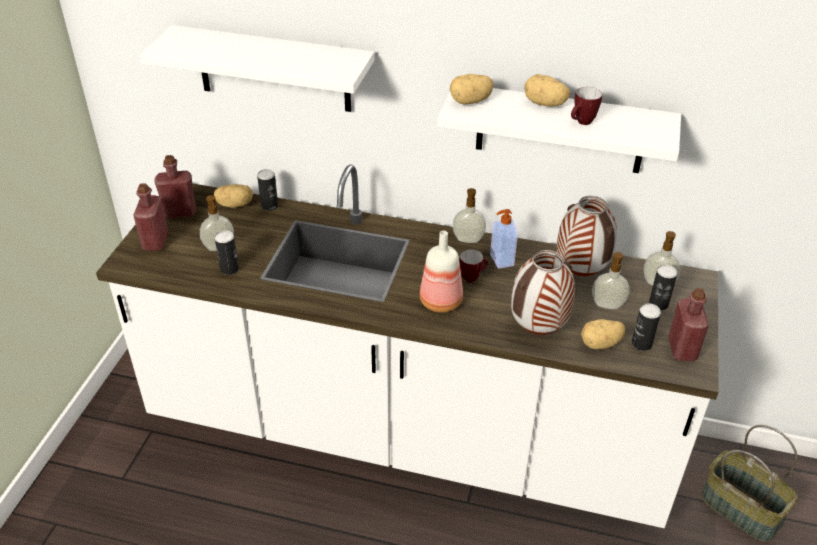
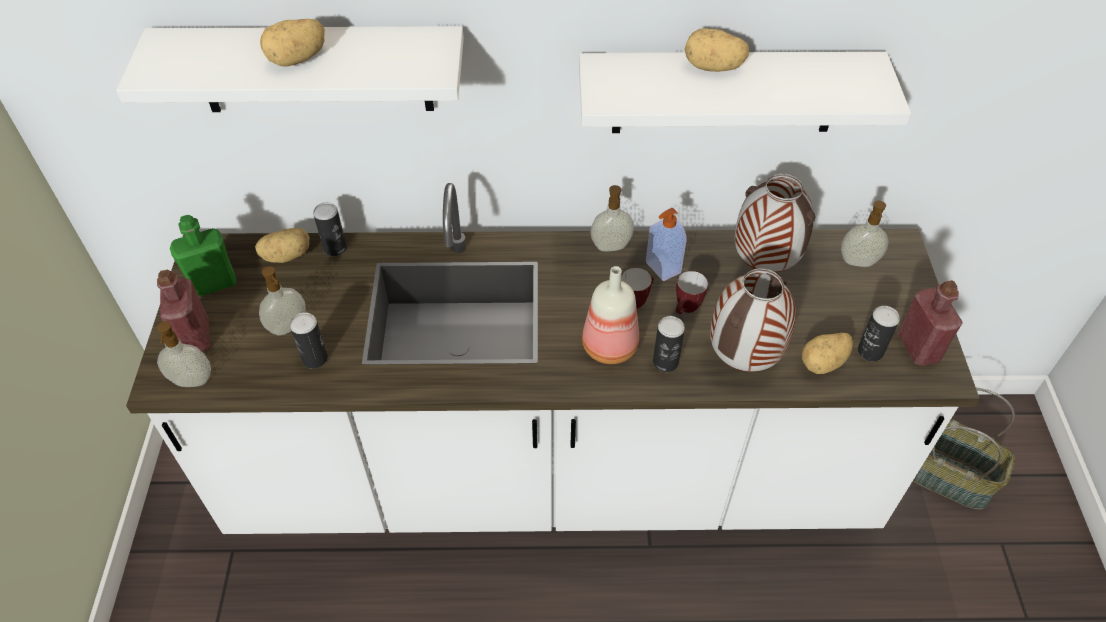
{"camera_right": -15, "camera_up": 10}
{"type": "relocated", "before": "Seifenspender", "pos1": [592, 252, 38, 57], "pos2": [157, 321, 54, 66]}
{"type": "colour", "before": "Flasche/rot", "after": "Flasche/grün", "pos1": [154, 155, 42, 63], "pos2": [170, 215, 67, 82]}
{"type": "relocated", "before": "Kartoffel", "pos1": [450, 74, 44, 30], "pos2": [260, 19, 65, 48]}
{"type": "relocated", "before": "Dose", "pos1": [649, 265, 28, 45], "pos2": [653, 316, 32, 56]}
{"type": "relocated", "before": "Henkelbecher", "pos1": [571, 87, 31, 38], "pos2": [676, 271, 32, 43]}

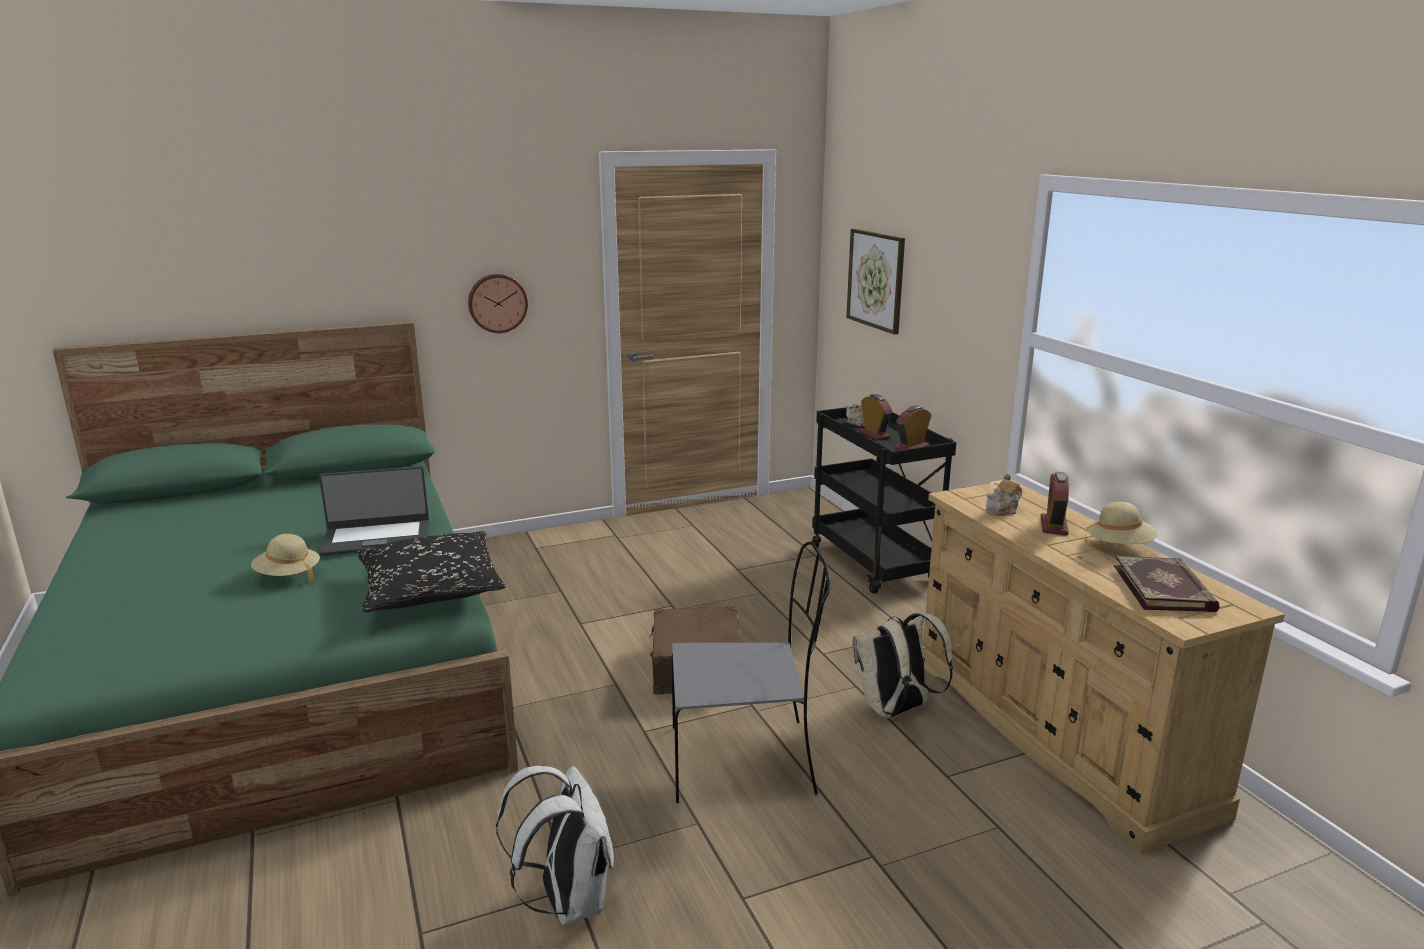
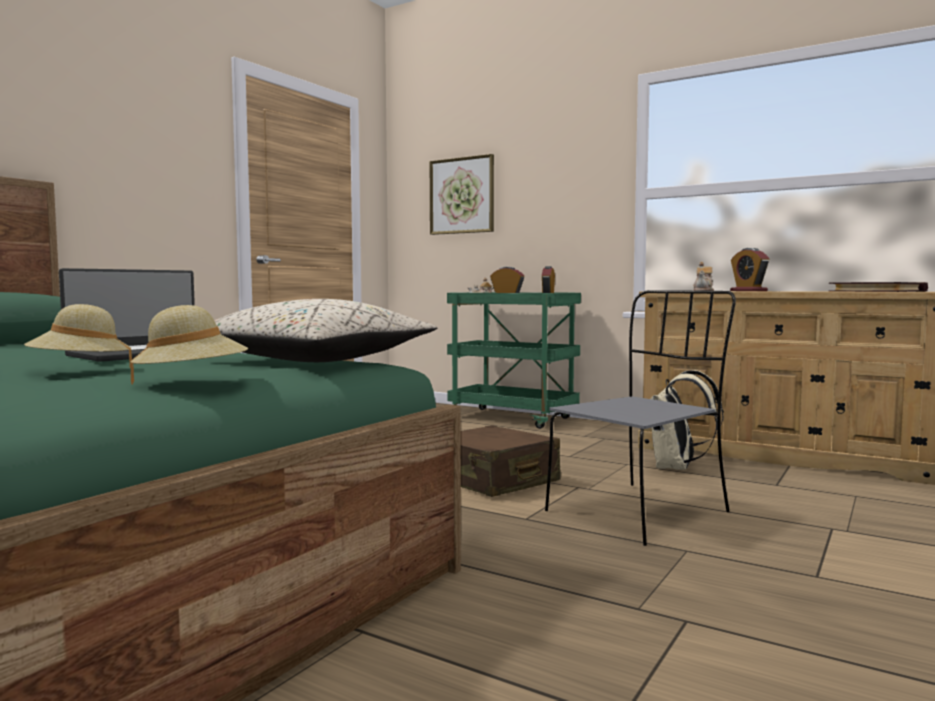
{"camera_right": -35, "camera_up": -15}
{"type": "relocated", "before": "Hut/beige", "pos1": [1085, 502, 73, 42], "pos2": [131, 305, 117, 80]}
{"type": "colour", "before": "Kissen/schwarz", "after": "Kissen/beige", "pos1": [356, 531, 150, 81], "pos2": [214, 299, 223, 63]}
{"type": "colour", "before": "Rollwagen/schwarz", "after": "Rollwagen/grün", "pos1": [812, 406, 144, 188], "pos2": [447, 292, 134, 137]}
{"type": "missing", "before": "Wanduhr", "pos1": [468, 274, 60, 59]}
{"type": "missing", "before": "Rucksack/weiß", "pos1": [496, 766, 118, 159]}

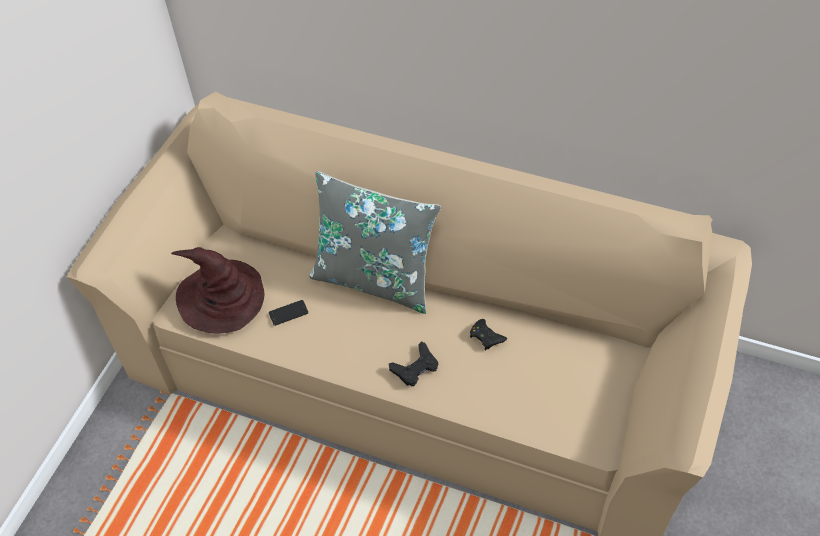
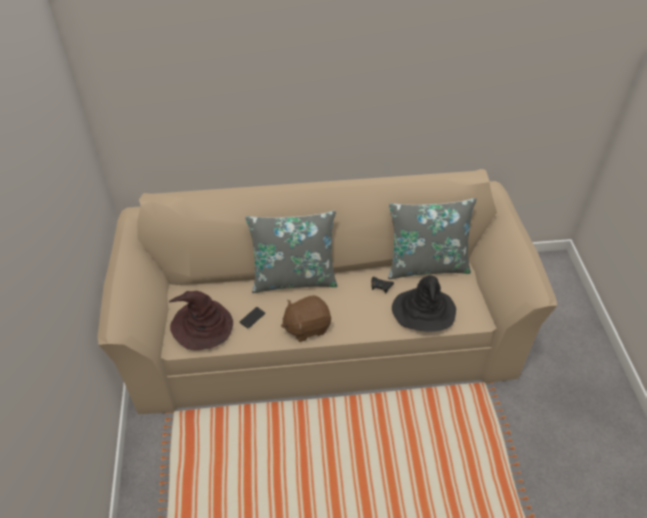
{"camera_right": -30, "camera_up": -5}
{"type": "appeared", "after": "Plüschtier/braun", "pos2": [281, 295, 50, 47]}
{"type": "appeared", "after": "Kissen/grau", "pos2": [388, 198, 89, 81]}
{"type": "appeared", "after": "Hut/schwarz", "pos2": [392, 275, 64, 57]}
{"type": "missing", "before": "Gamepad/schwarz", "pos1": [389, 341, 49, 46]}

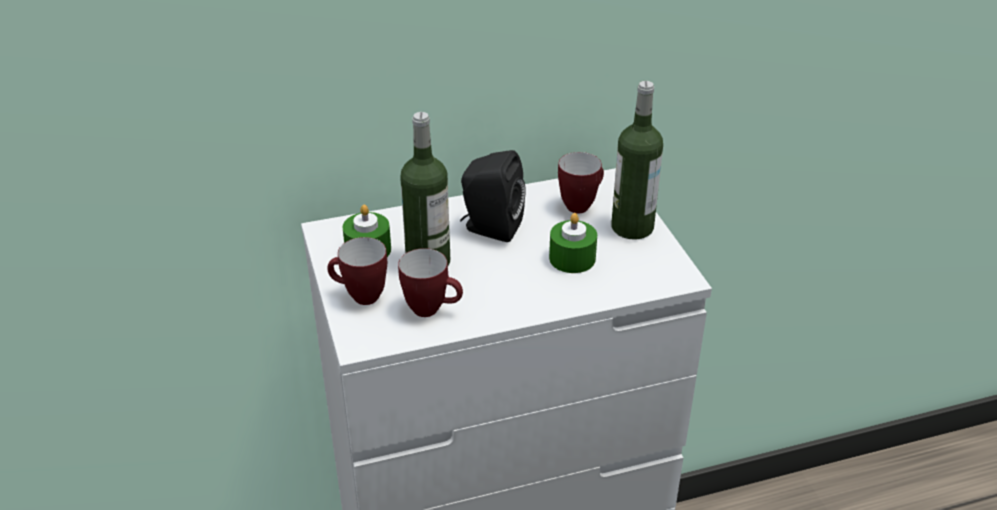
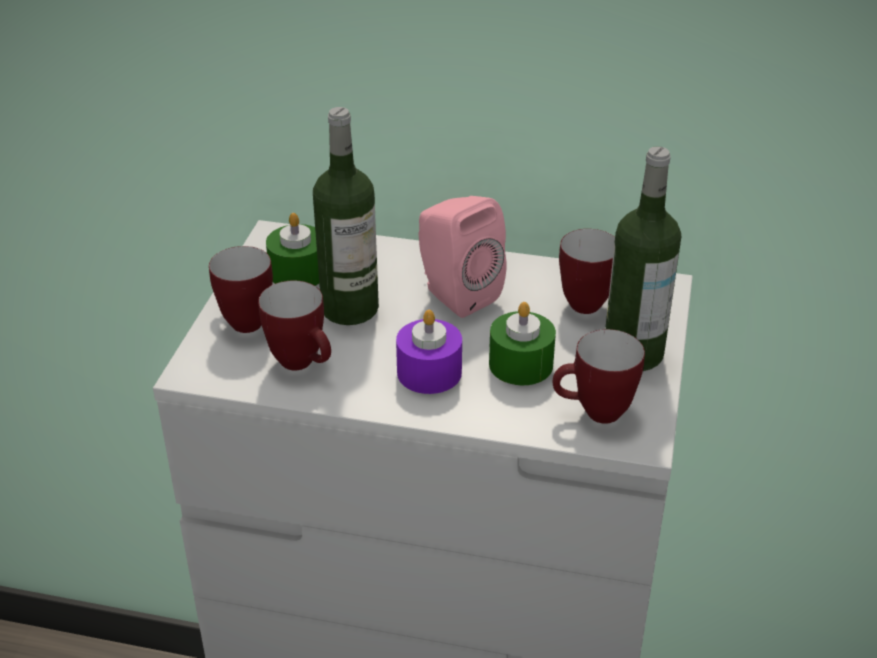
{"camera_right": 30, "camera_up": 0}
{"type": "appeared", "after": "Kerze/lila", "pos2": [396, 310, 66, 84]}
{"type": "colour", "before": "Lautsprecher/schwarz", "after": "Lautsprecher/rosa", "pos1": [460, 150, 66, 92], "pos2": [418, 196, 88, 122]}
{"type": "appeared", "after": "Henkelbecher", "pos2": [552, 329, 93, 95]}

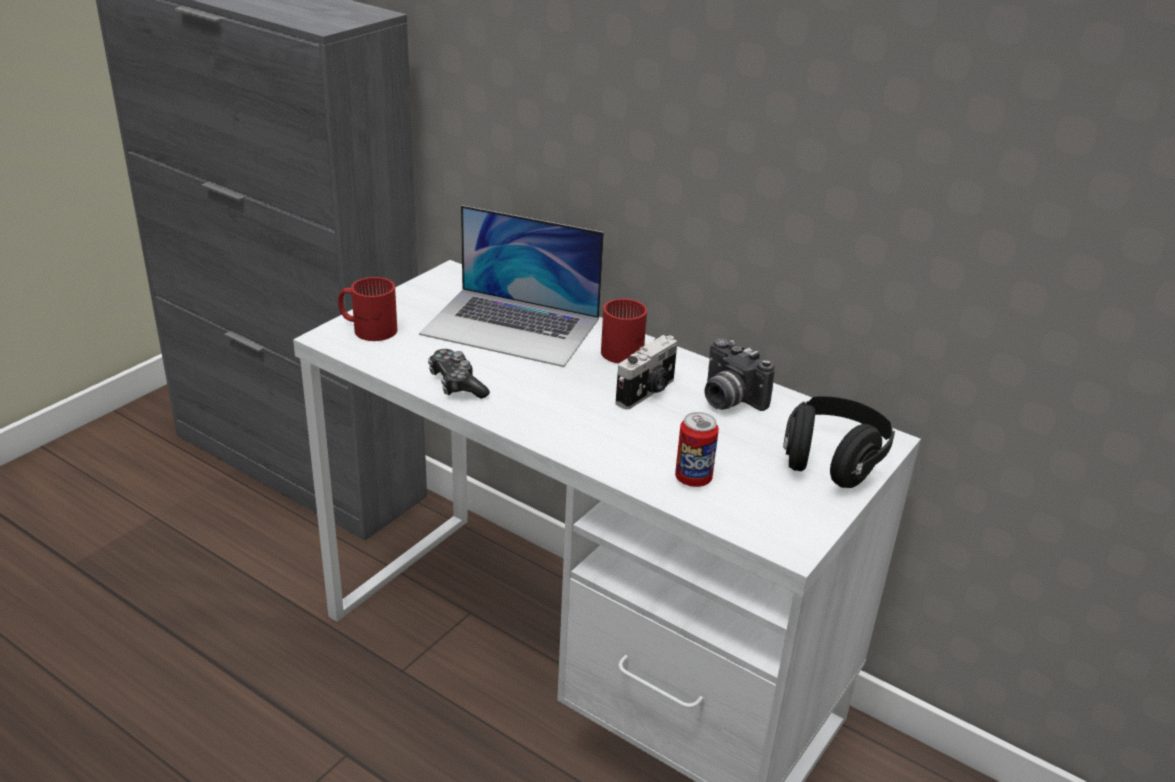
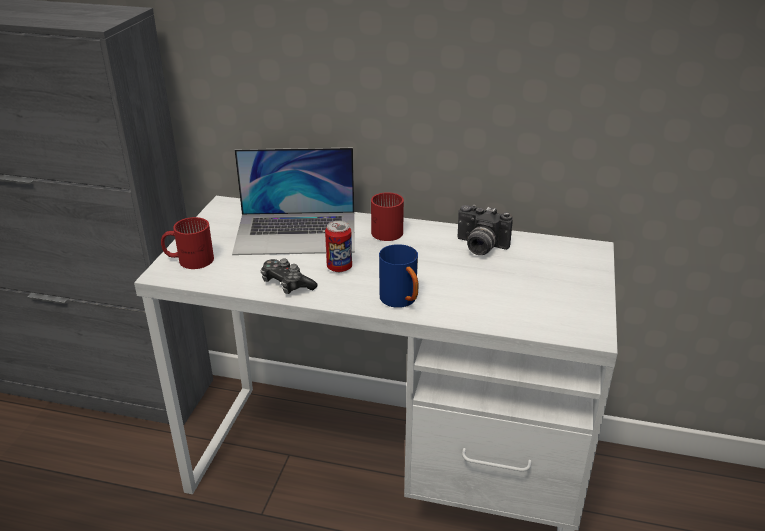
{"camera_right": -20, "camera_up": 0}
{"type": "relocated", "before": "Dose", "pos1": [675, 412, 44, 75], "pos2": [325, 221, 27, 51]}
{"type": "appeared", "after": "Henkelbecher/blau", "pos2": [379, 244, 39, 64]}
{"type": "missing", "before": "Kamera", "pos1": [615, 335, 63, 75]}
{"type": "missing", "before": "Kopfhörer/schwarz", "pos1": [783, 396, 112, 92]}

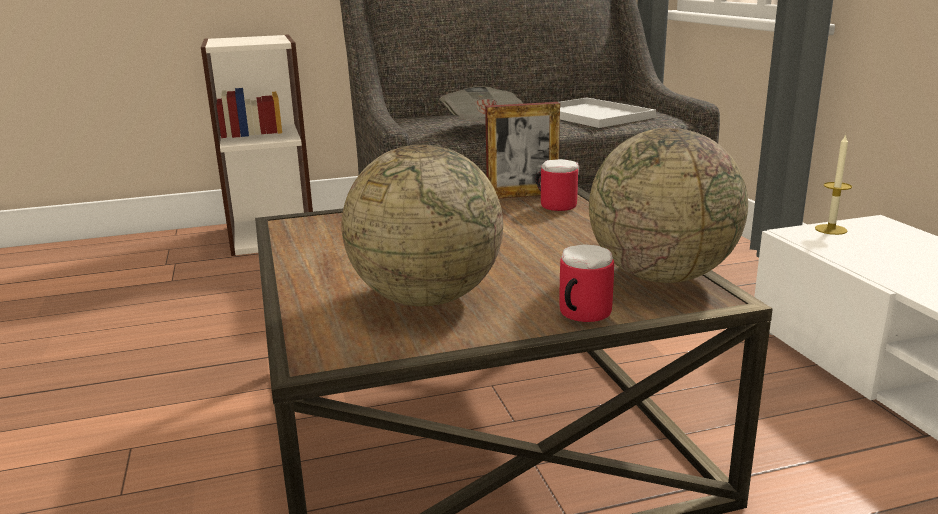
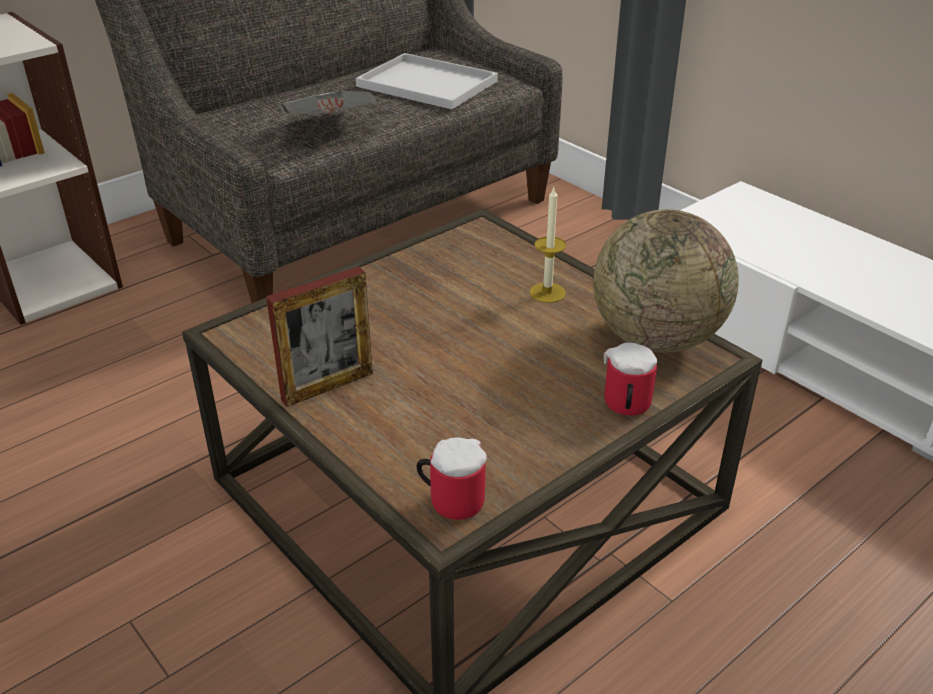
{"camera_right": -25, "camera_up": 15}
{"type": "relocated", "before": "Bilderrahmen", "pos1": [485, 102, 75, 97], "pos2": [266, 266, 107, 141]}
{"type": "relocated", "before": "Henkelbecher", "pos1": [536, 159, 44, 52], "pos2": [417, 437, 70, 83]}
{"type": "relocated", "before": "Kerze", "pos1": [815, 134, 37, 101], "pos2": [529, 186, 37, 117]}
{"type": "missing", "before": "Globus", "pos1": [342, 145, 161, 161]}

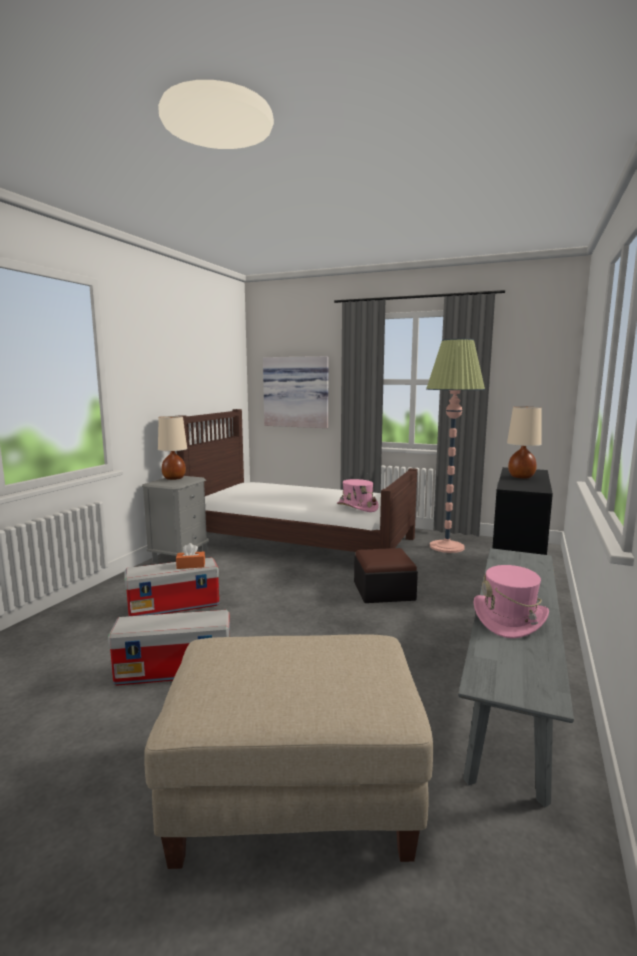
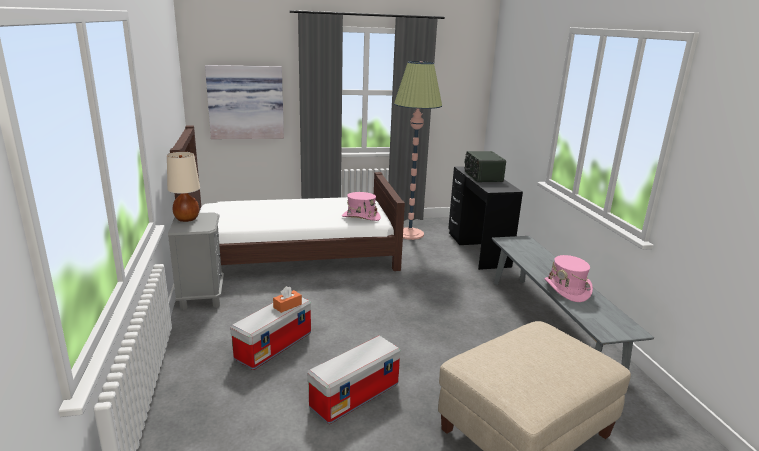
{"camera_right": -35, "camera_up": 10}
{"type": "exchanged", "before": "Tischlampe/beige", "after": "Radio", "pos1": [507, 407, 35, 72], "pos2": [464, 151, 42, 31]}
{"type": "missing", "before": "Polsterhocker", "pos1": [354, 548, 64, 55]}

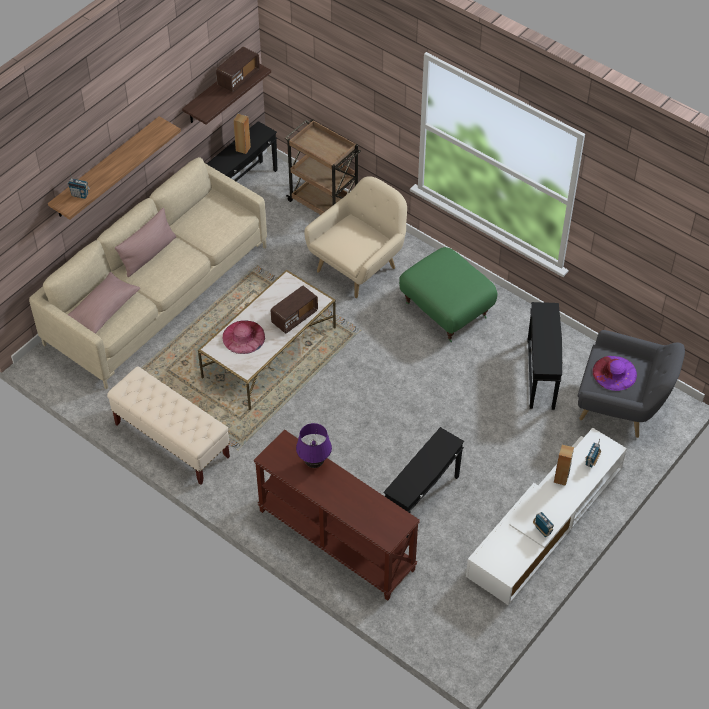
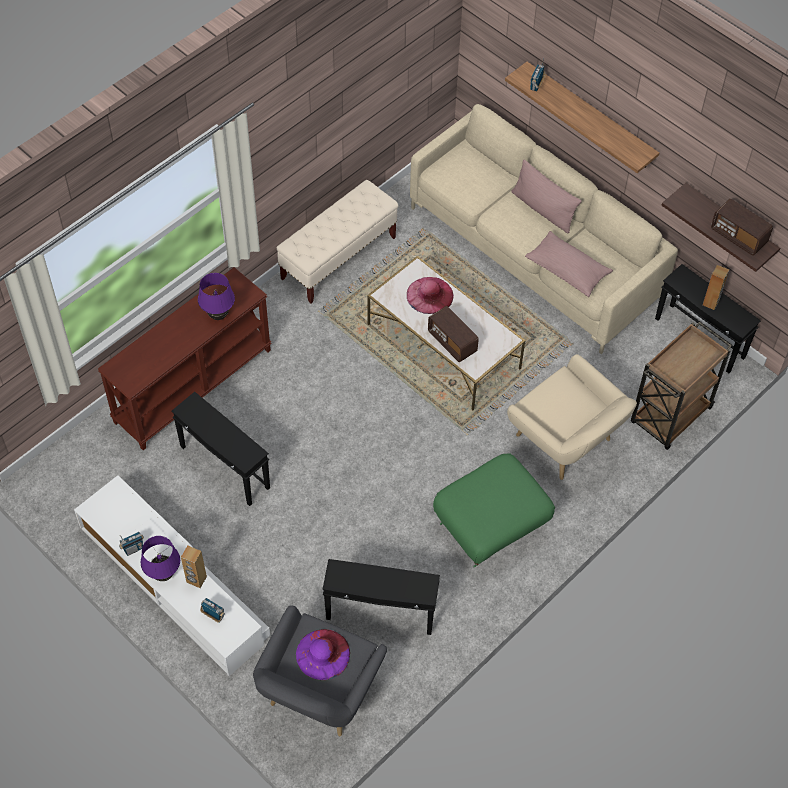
{"camera_right": 95, "camera_up": 5}
{"type": "appeared", "after": "Tischlampe/lila", "pos2": [141, 536, 39, 45]}
{"type": "relocated", "before": "Kissen/rosa", "pos1": [67, 272, 73, 62], "pos2": [525, 231, 88, 66]}

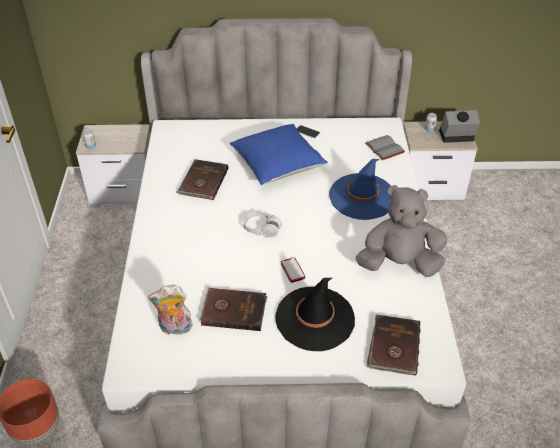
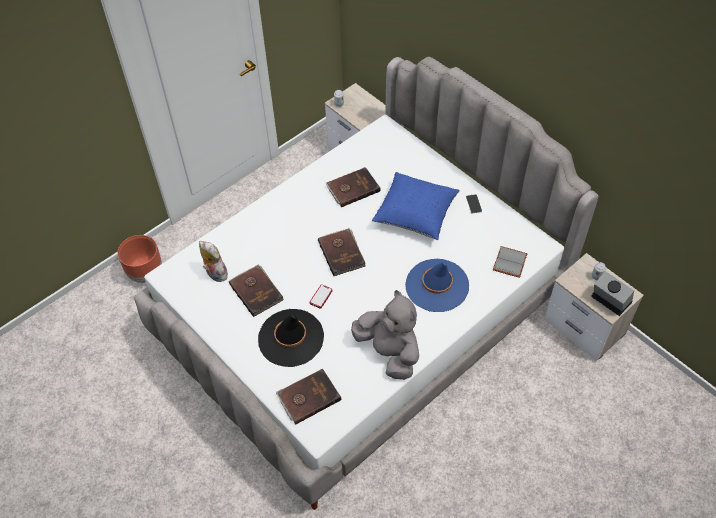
{"camera_right": 50, "camera_up": 10}
{"type": "exchanged", "before": "Kopfhörer/grau", "after": "Buch/braun", "pos1": [243, 211, 39, 26], "pos2": [318, 228, 48, 48]}

